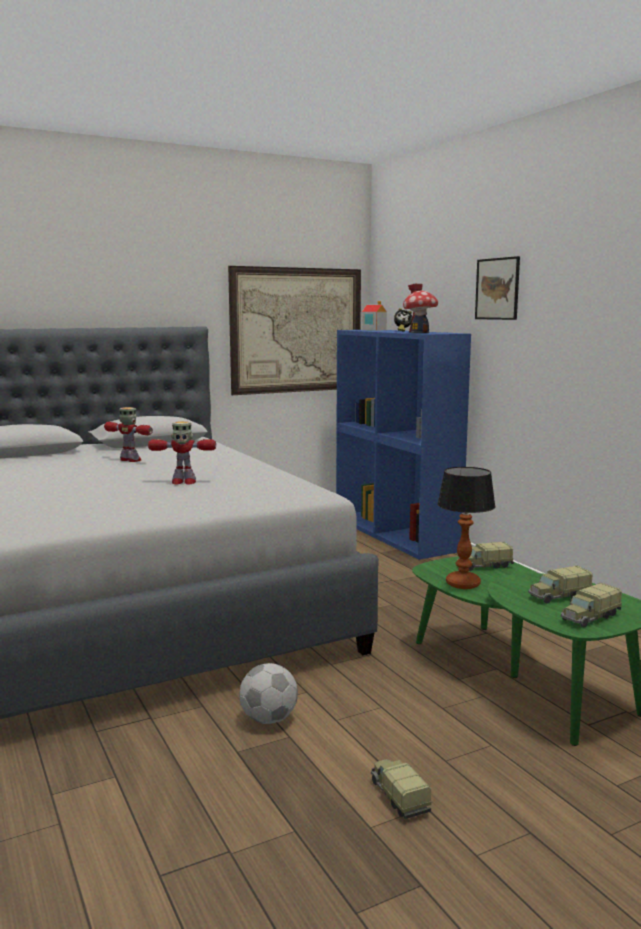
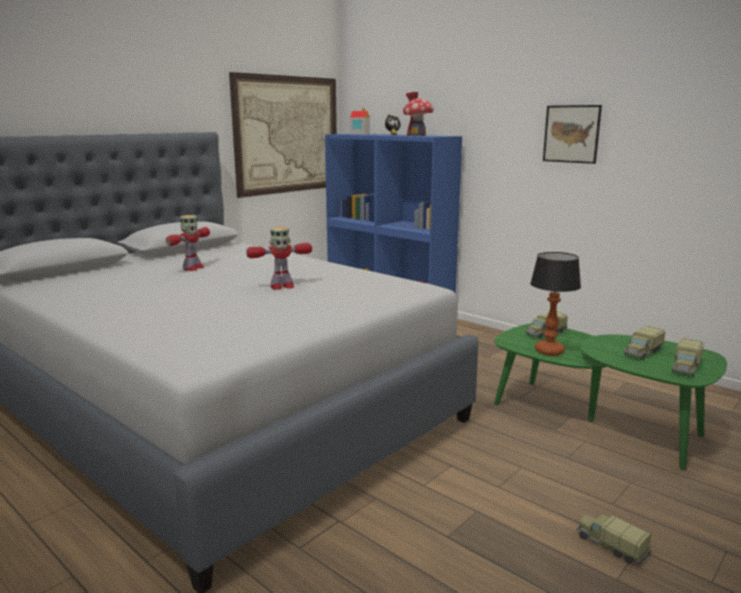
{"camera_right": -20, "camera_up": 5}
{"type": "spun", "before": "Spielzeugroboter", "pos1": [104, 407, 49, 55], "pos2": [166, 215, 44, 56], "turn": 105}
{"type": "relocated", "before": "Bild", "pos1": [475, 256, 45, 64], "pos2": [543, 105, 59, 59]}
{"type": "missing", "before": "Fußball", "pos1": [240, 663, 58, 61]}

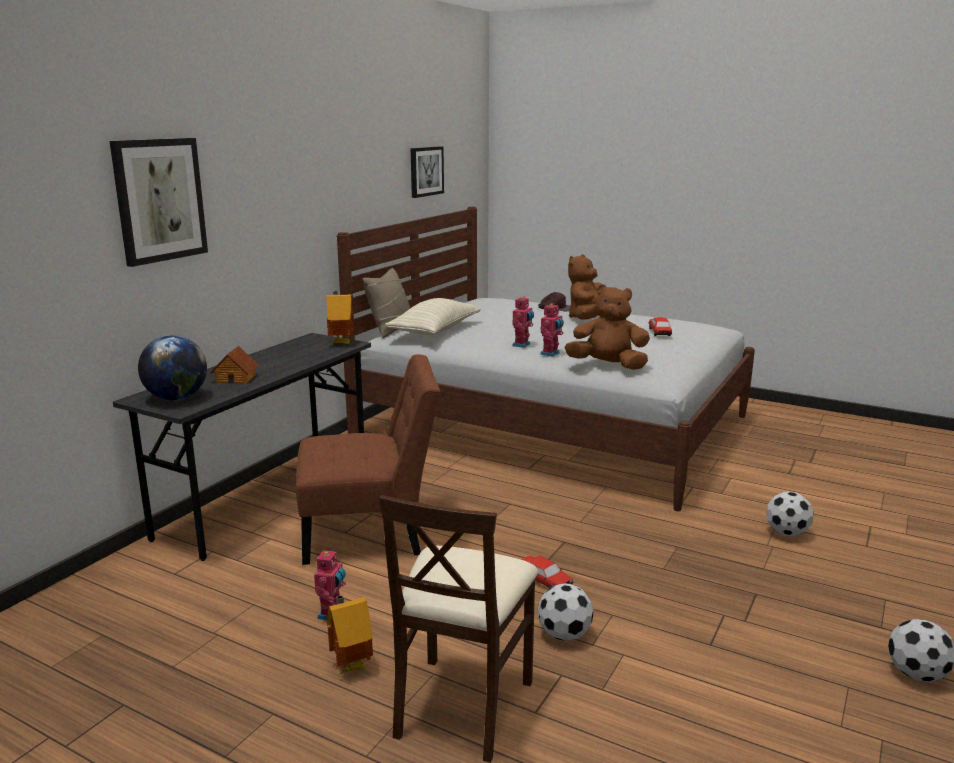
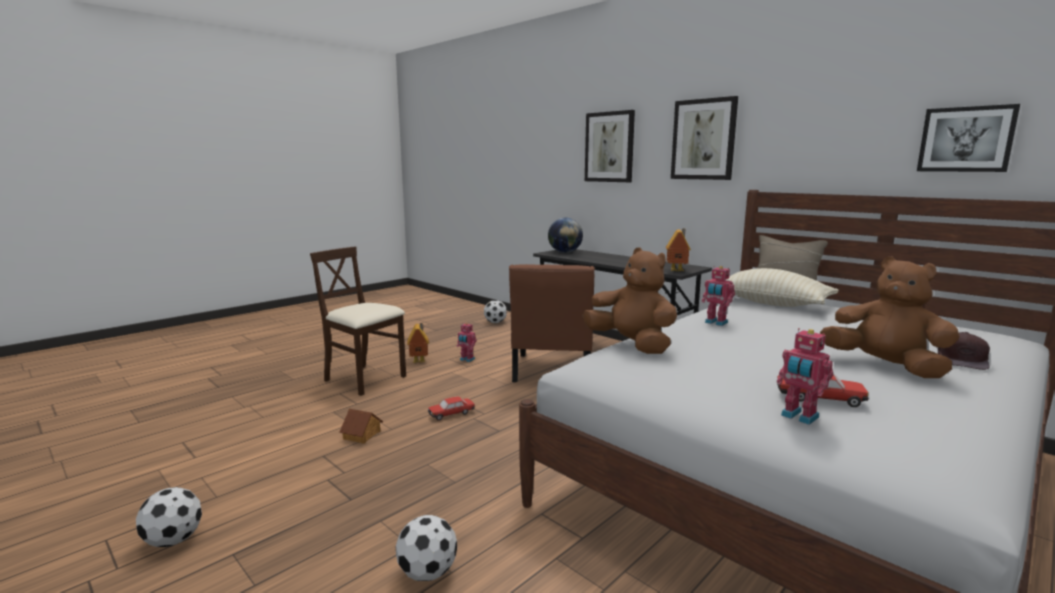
{"camera_right": 105, "camera_up": -5}
{"type": "relocated", "before": "Spielzeughaus", "pos1": [210, 346, 49, 38], "pos2": [340, 409, 43, 35]}
{"type": "relocated", "before": "Fußball", "pos1": [538, 583, 56, 58], "pos2": [484, 300, 23, 23]}
{"type": "spun", "before": "Plüschtier/braun", "pos1": [564, 284, 86, 86], "pos2": [582, 247, 95, 107], "turn": -75}
{"type": "appeared", "after": "Bild", "pos2": [671, 96, 67, 84]}
{"type": "relocated", "before": "Spielzeugroboter", "pos1": [540, 303, 24, 54], "pos2": [777, 328, 56, 97]}

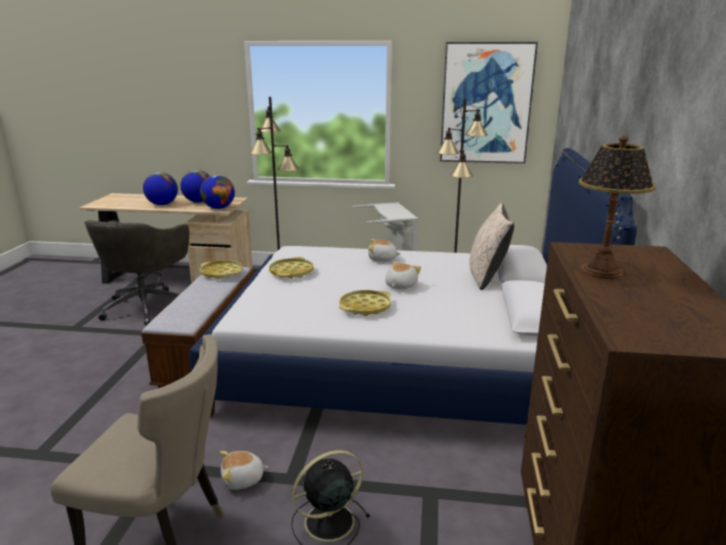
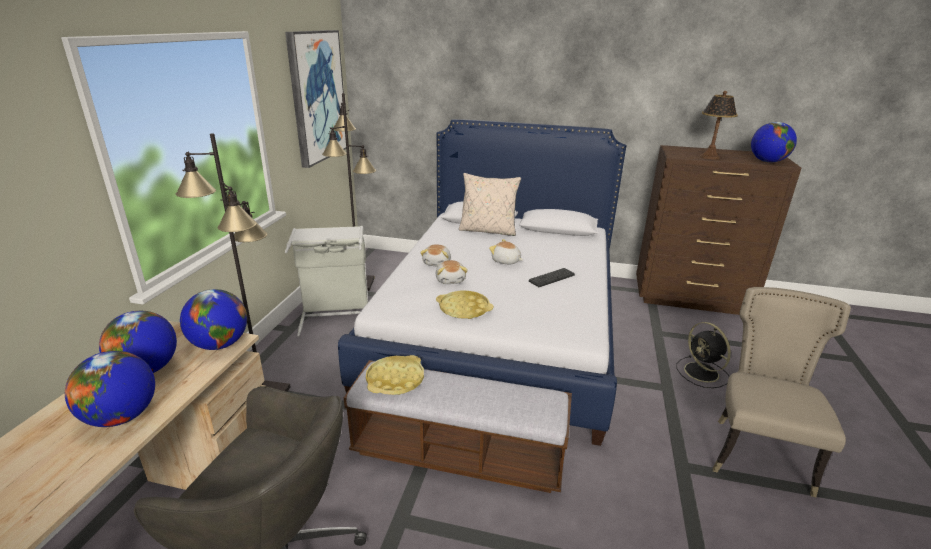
{"camera_right": -85, "camera_up": 5}
{"type": "relocated", "before": "Plüschtier", "pos1": [220, 451, 49, 39], "pos2": [436, 260, 32, 24]}
{"type": "exchanged", "before": "Tablett/gelb", "after": "Tastatur", "pos1": [339, 290, 52, 26], "pos2": [529, 268, 46, 19]}
{"type": "appeared", "after": "Globus", "pos2": [751, 122, 46, 41]}

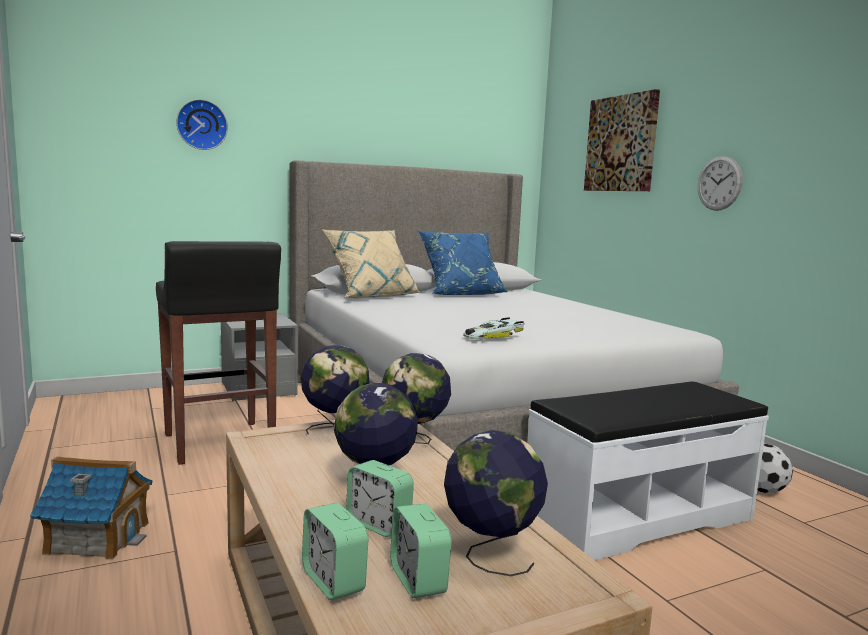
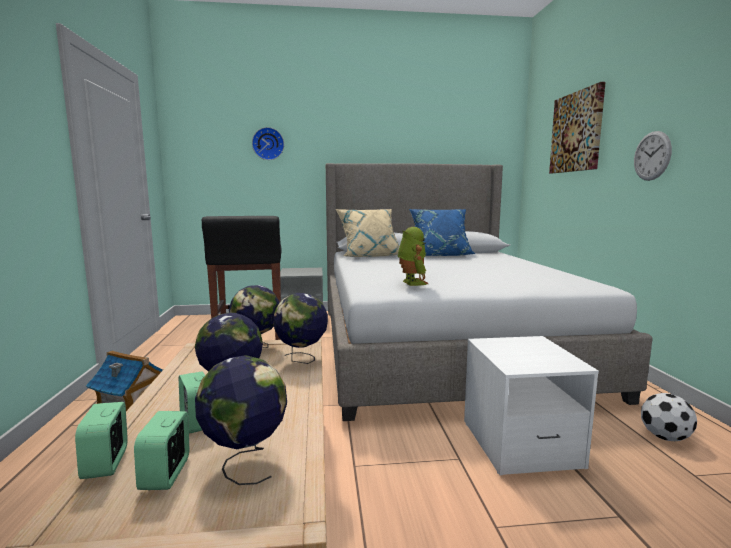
{"camera_right": 20, "camera_up": 0}
{"type": "exchanged", "before": "Spielzeugauto", "after": "Spielzeugroboter", "pos1": [463, 317, 62, 22], "pos2": [398, 227, 30, 59]}
{"type": "exchanged", "before": "Bank/weiß", "after": "Nachttisch/weiß", "pos1": [527, 381, 242, 179], "pos2": [464, 336, 135, 139]}

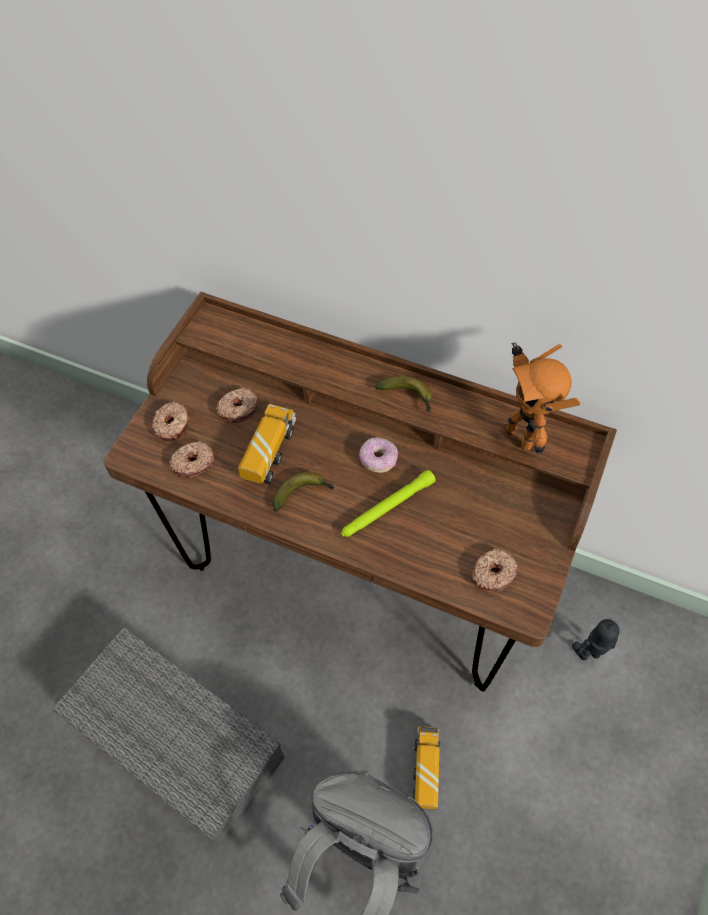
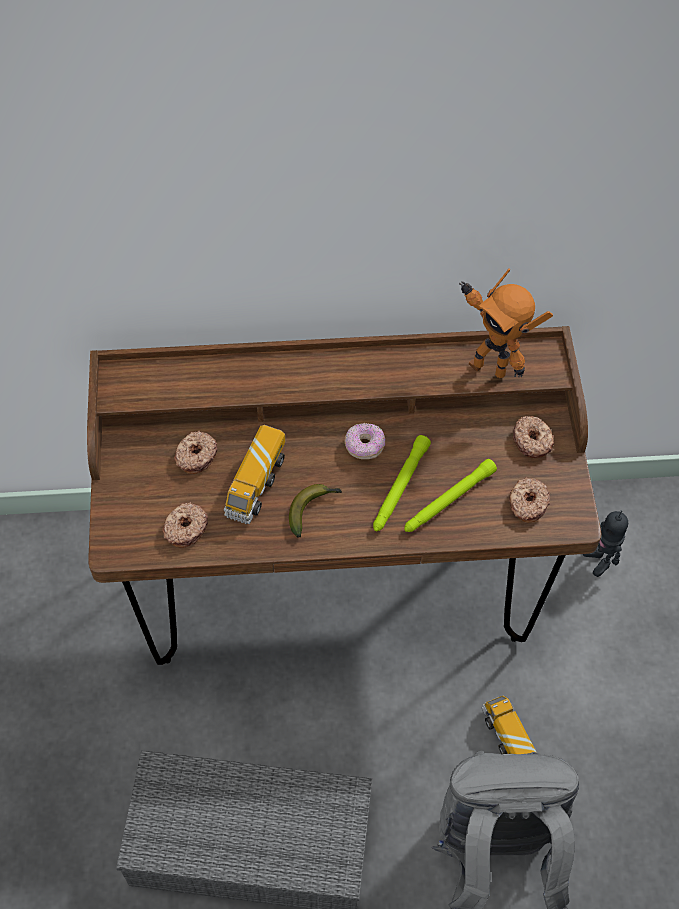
{"camera_right": -30, "camera_up": 0}
{"type": "spun", "before": "Spielzeuglaster", "pos1": [238, 404, 58, 80], "pos2": [224, 425, 61, 99], "turn": -150}
{"type": "appeared", "after": "Taschenlampe/grün", "pos2": [404, 459, 93, 73]}
{"type": "relocated", "before": "Donut", "pos1": [152, 402, 37, 39], "pos2": [513, 416, 41, 42]}
{"type": "spun", "before": "Spielzeugroboter", "pos1": [572, 619, 47, 41], "pos2": [583, 510, 45, 67], "turn": -75}
{"type": "missing", "before": "Banane", "pos1": [375, 376, 57, 36]}

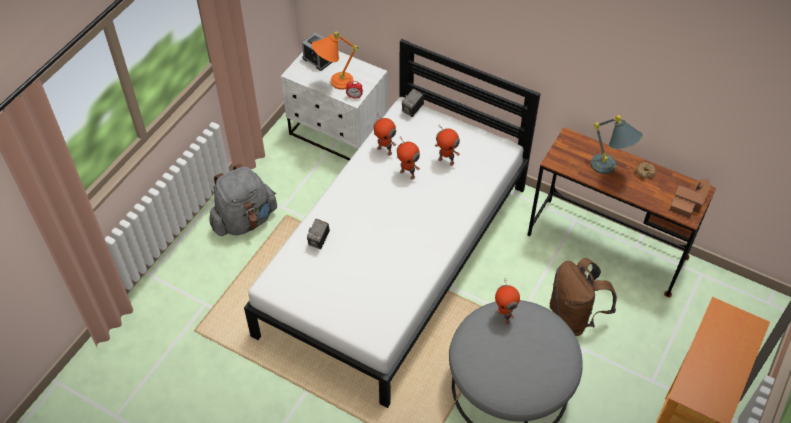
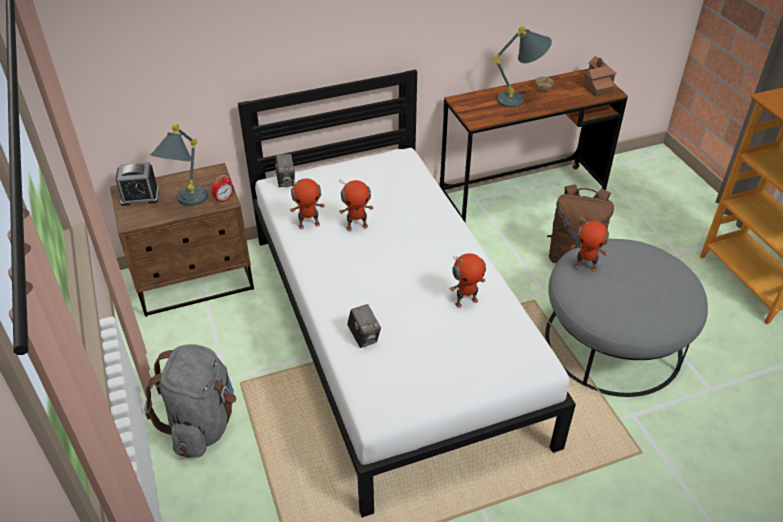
{"camera_right": -50, "camera_up": -10}
{"type": "colour", "before": "Nachttisch/weiß", "after": "Nachttisch/braun", "pos1": [281, 51, 107, 109], "pos2": [110, 163, 144, 154]}
{"type": "colour", "before": "Tischlampe/orange", "after": "Tischlampe/grau", "pos1": [312, 32, 46, 58], "pos2": [150, 124, 58, 82]}
{"type": "relocated", "before": "Spielzeugroboter", "pos1": [435, 124, 25, 42], "pos2": [450, 253, 36, 55]}

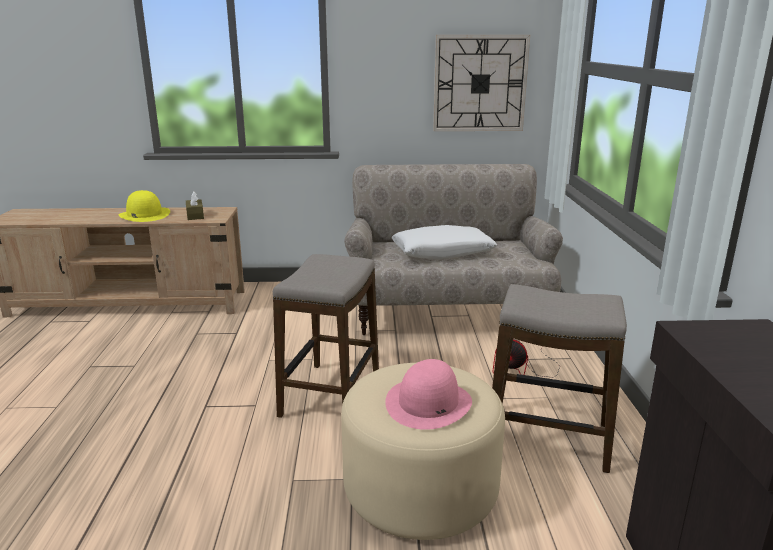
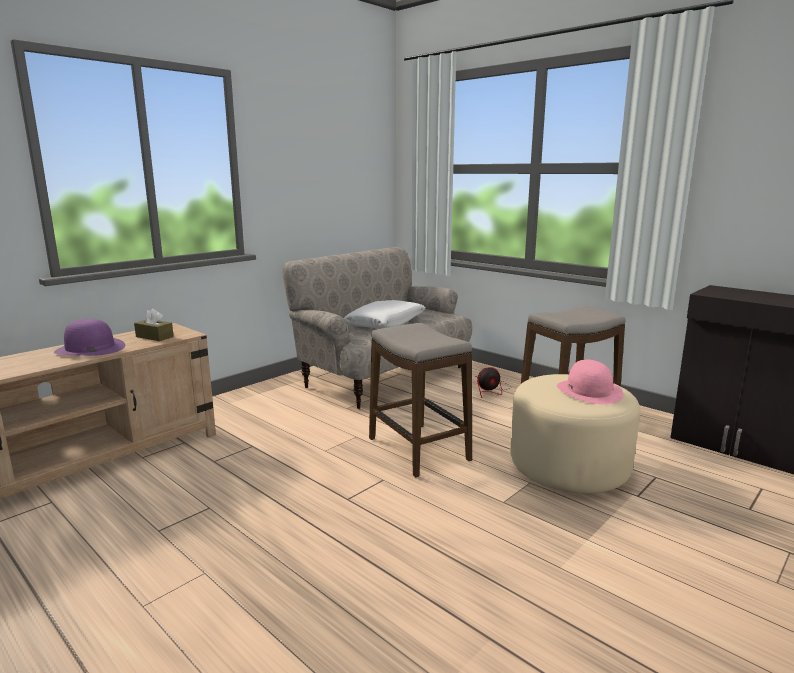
{"camera_right": -45, "camera_up": -5}
{"type": "colour", "before": "Hut/gelb", "after": "Hut/lila", "pos1": [118, 190, 52, 32], "pos2": [54, 319, 71, 37]}
{"type": "missing", "before": "Wanduhr", "pos1": [433, 35, 97, 96]}

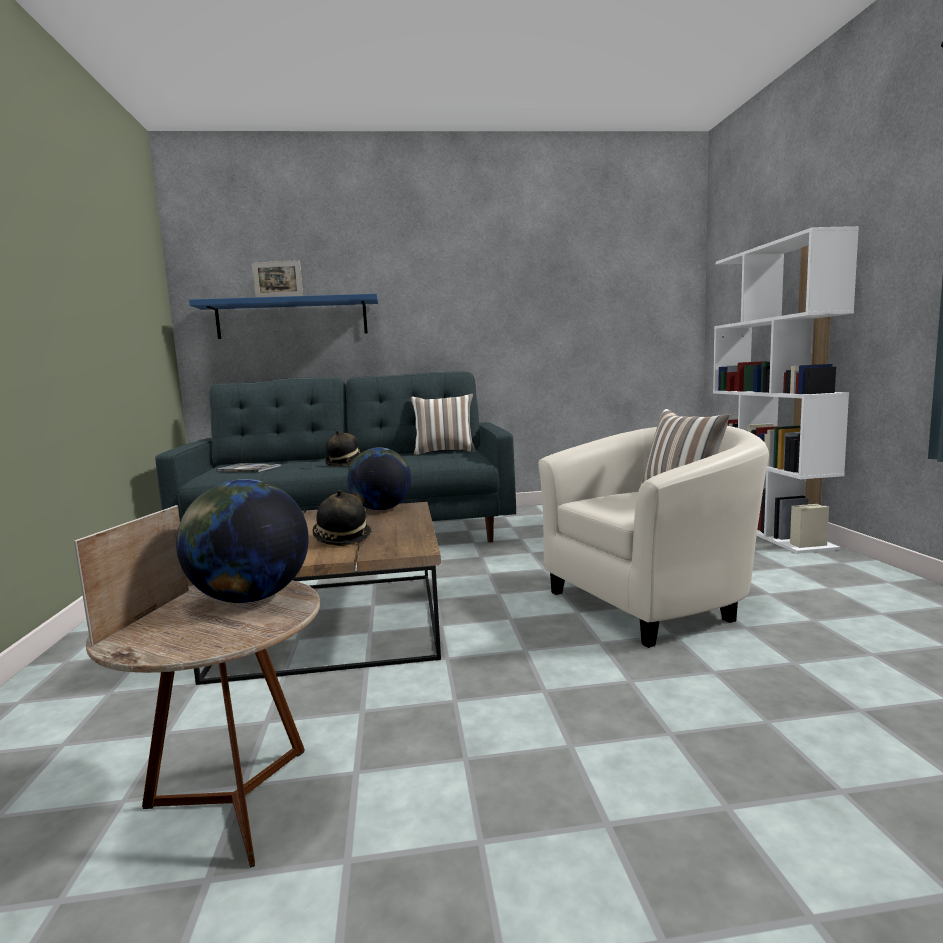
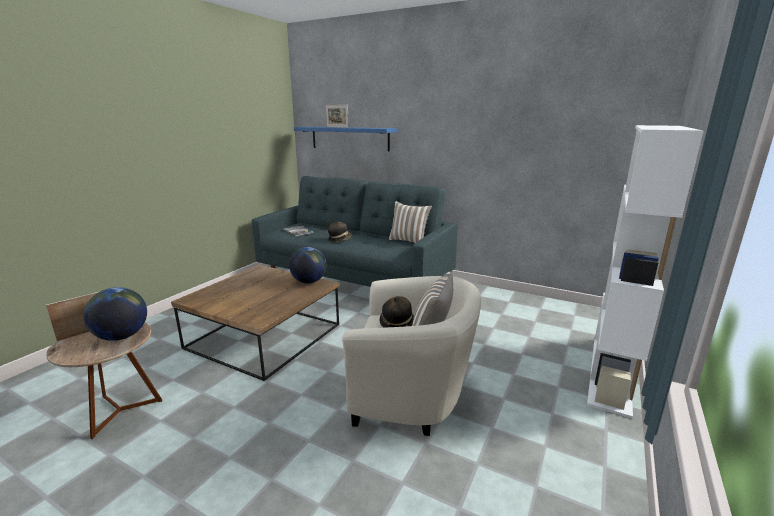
{"camera_right": 35, "camera_up": 10}
{"type": "relocated", "before": "Hut", "pos1": [312, 490, 59, 56], "pos2": [379, 296, 35, 32]}

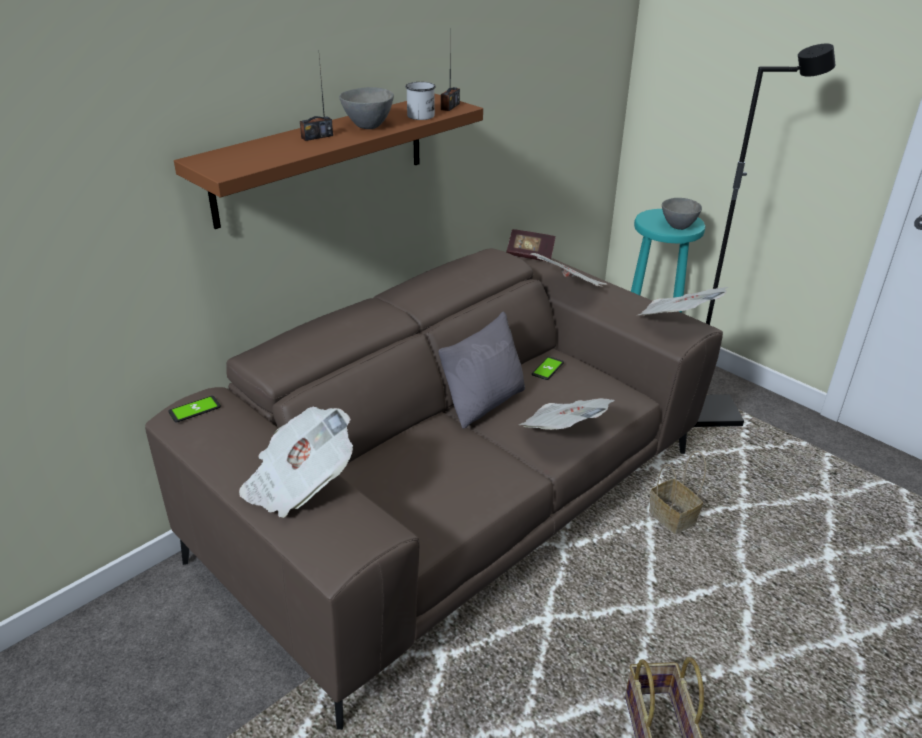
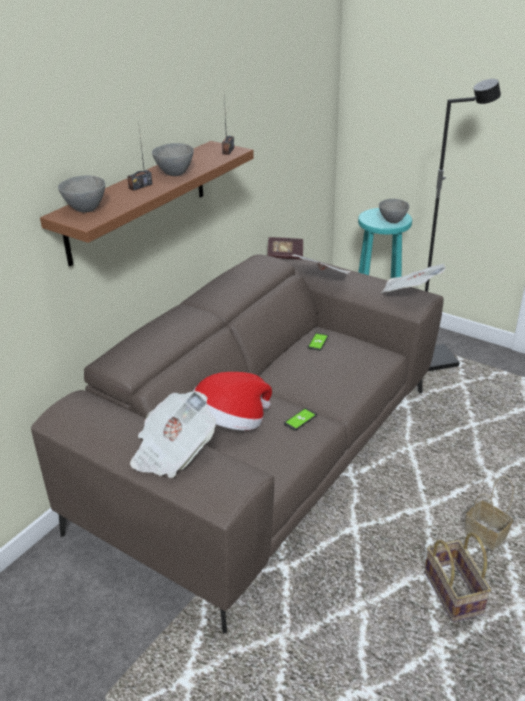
{"camera_right": -10, "camera_up": 0}
{"type": "appeared", "after": "Schüssel/grau", "pos2": [58, 176, 47, 37]}
{"type": "appeared", "after": "Hut", "pos2": [193, 372, 79, 58]}
{"type": "relocated", "before": "Handy", "pos1": [168, 396, 53, 26], "pos2": [284, 408, 33, 23]}
{"type": "relocated", "before": "Korb", "pos1": [649, 451, 57, 83], "pos2": [465, 476, 49, 74]}
{"type": "missing", "before": "Henkelbecher/weiß", "pos1": [405, 82, 31, 38]}
{"type": "missing", "before": "Kissen/grau", "pos1": [438, 311, 87, 118]}
{"type": "missing", "before": "Zeitung", "pos1": [519, 398, 96, 32]}

